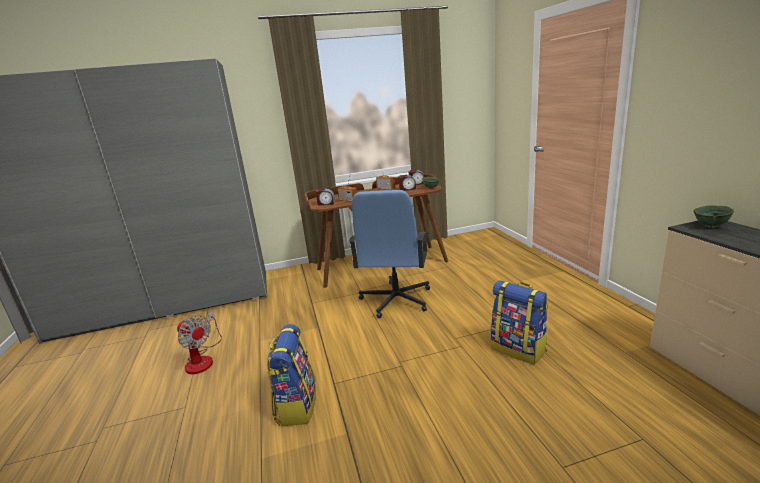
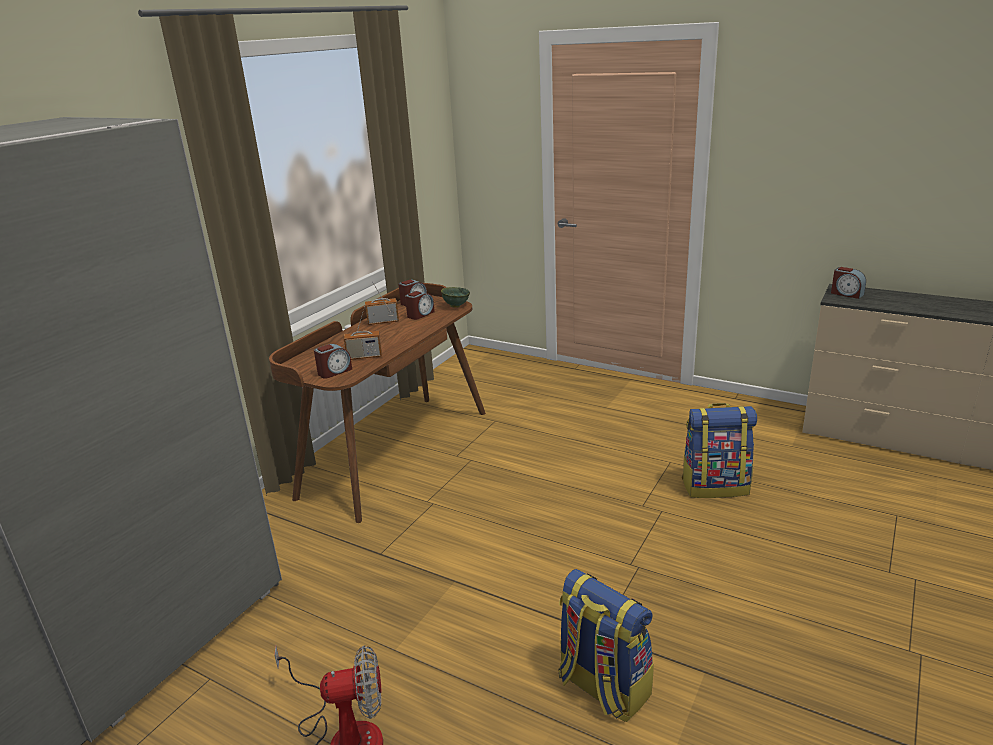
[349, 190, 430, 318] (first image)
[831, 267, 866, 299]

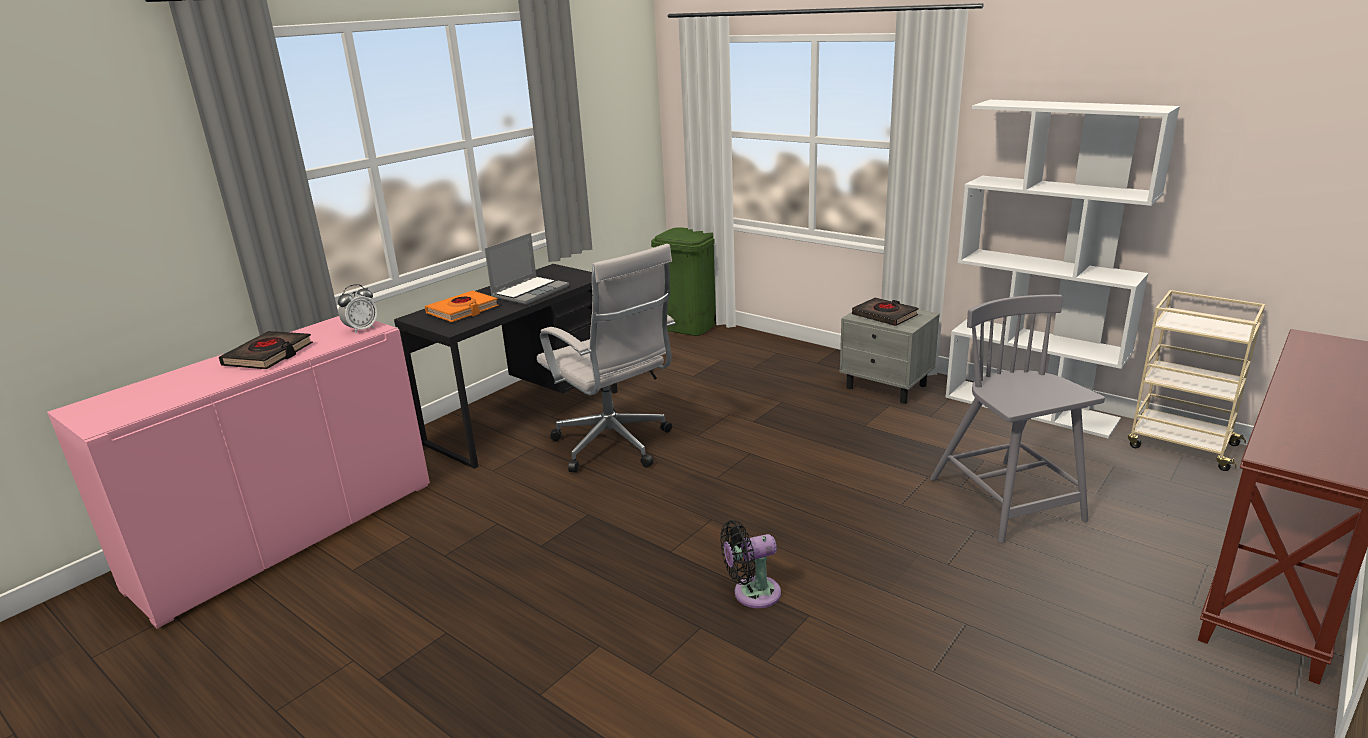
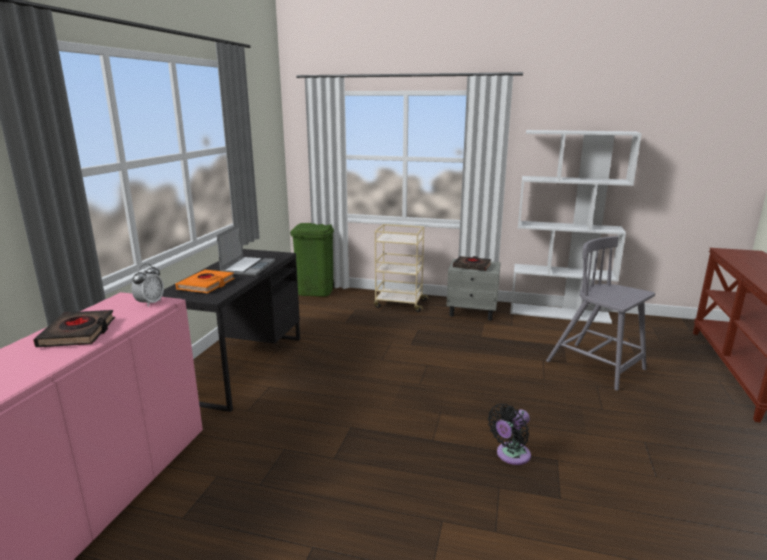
[537, 244, 676, 472] (first image)
[374, 224, 429, 312]

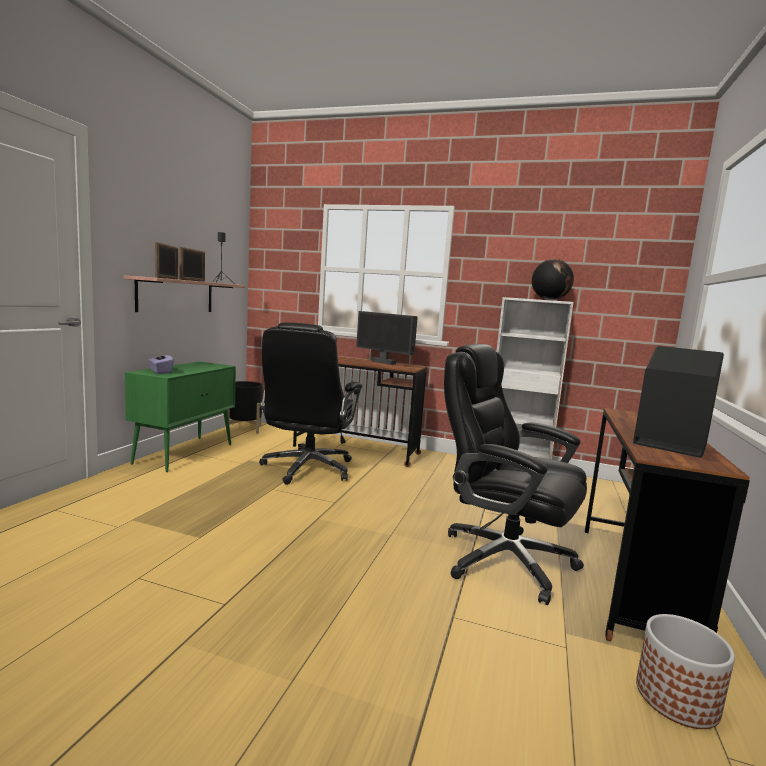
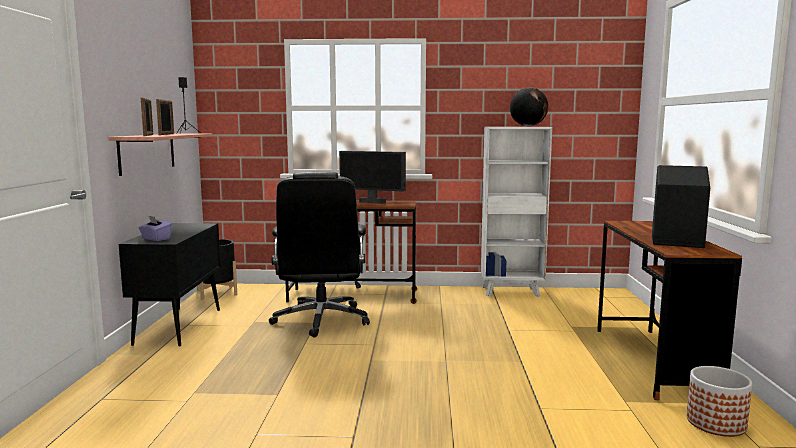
[444, 344, 587, 605] (first image)
[119, 223, 221, 347]

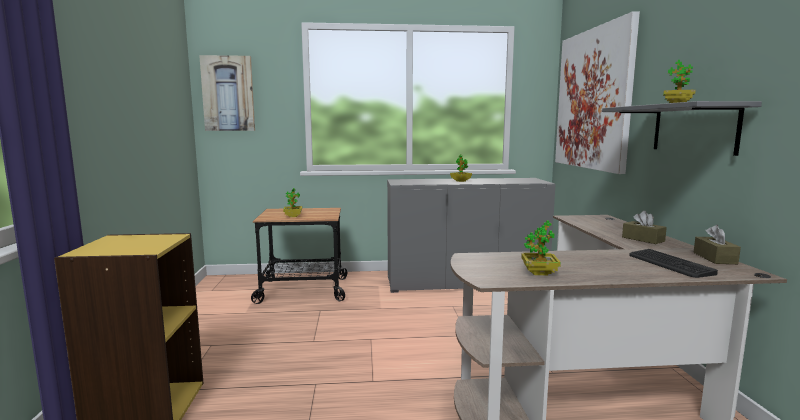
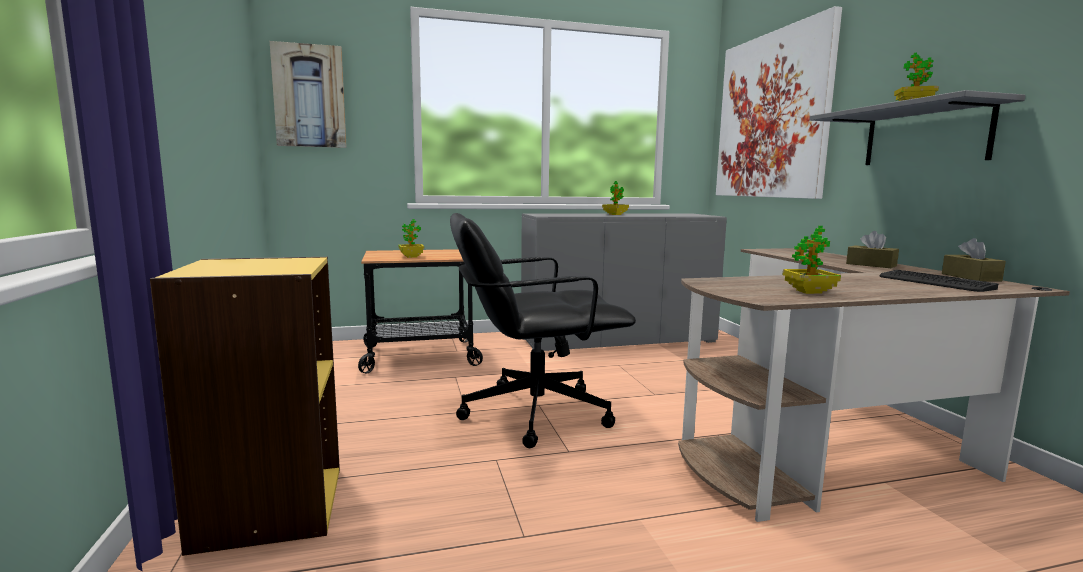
[450, 213, 636, 448]

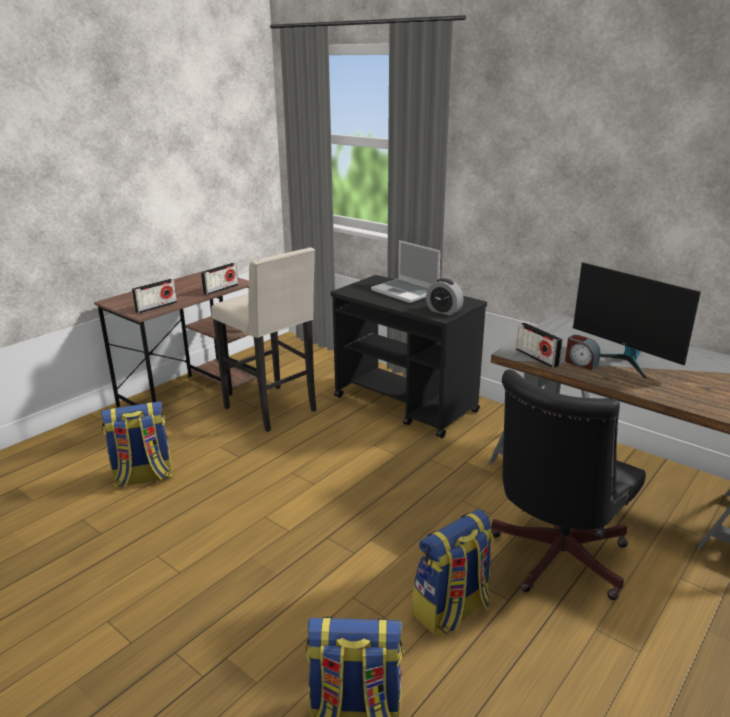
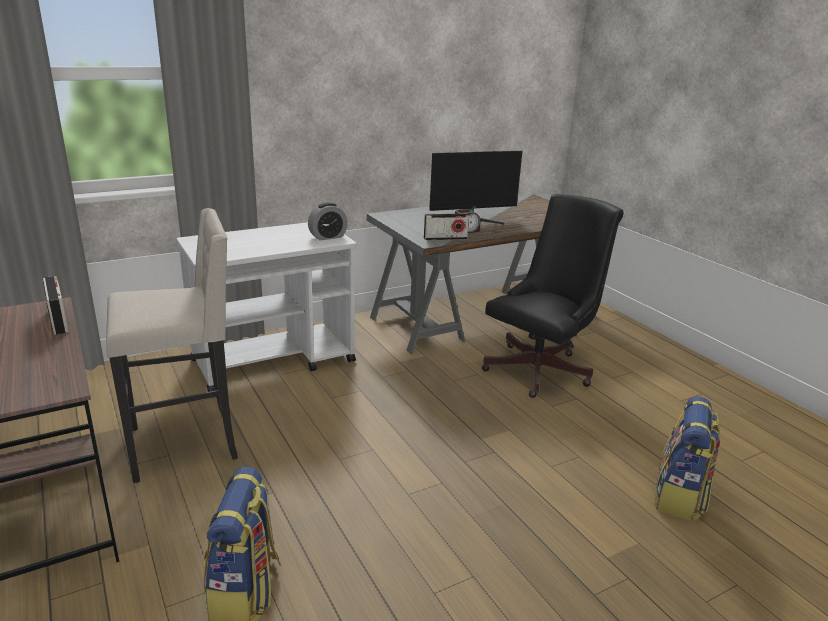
[371, 240, 440, 303] (first image)
[177, 222, 357, 392]
[132, 279, 177, 314] (first image)
[482, 194, 623, 398]
[413, 510, 494, 637] (first image)

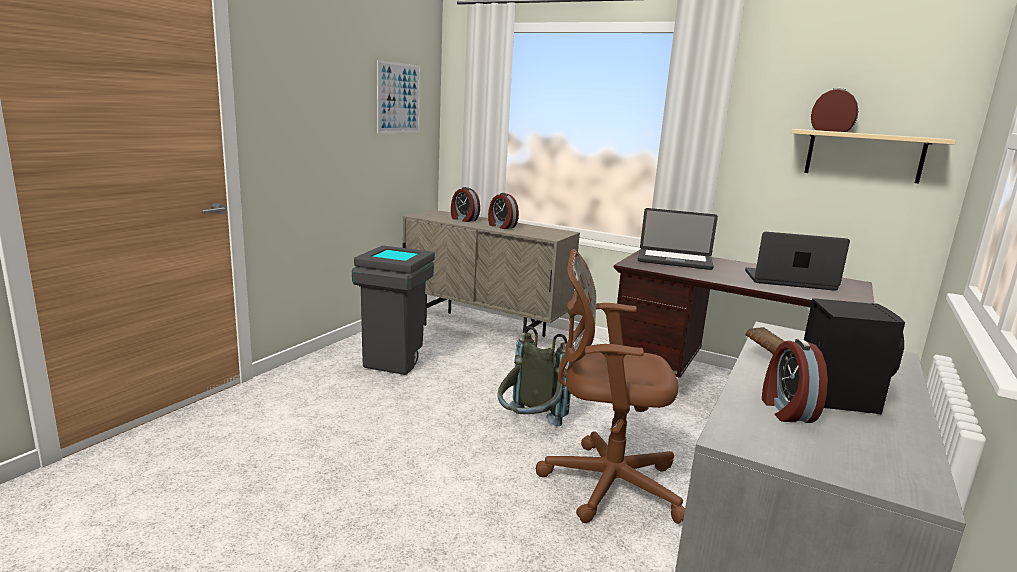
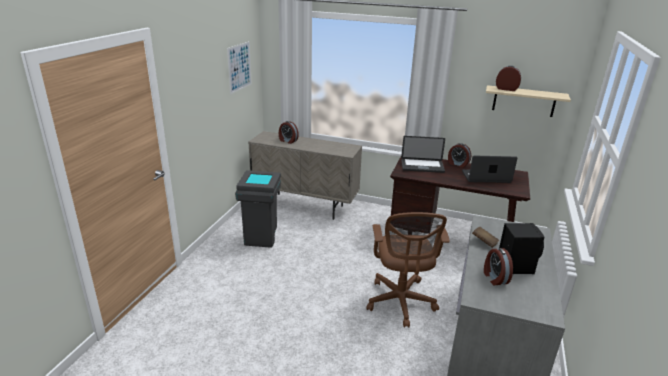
[448, 143, 471, 168]
[366, 212, 450, 328]
[497, 326, 571, 426] (first image)

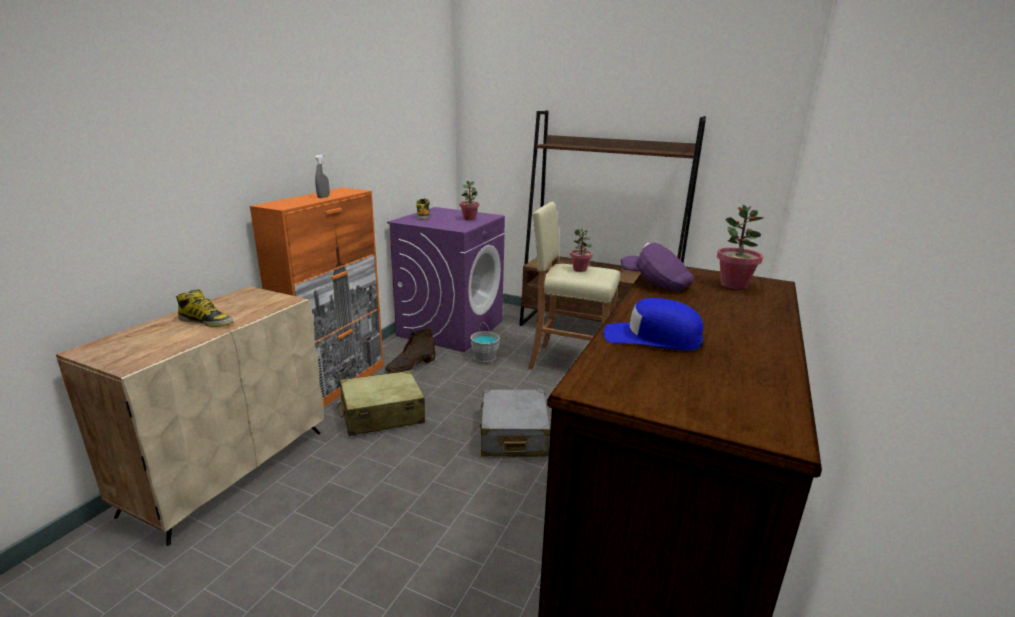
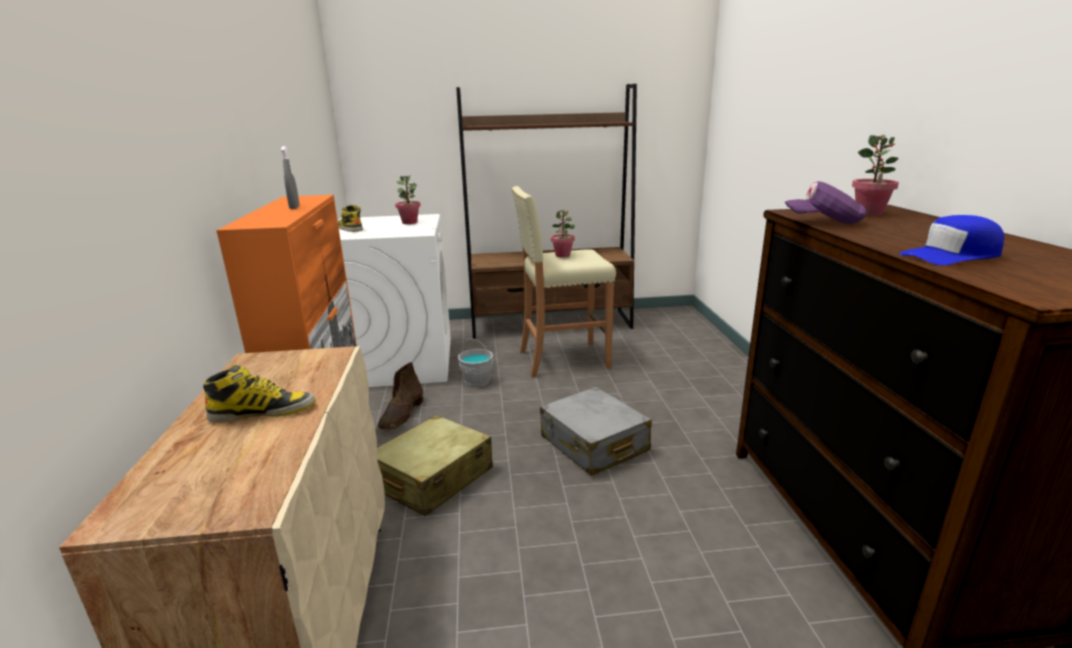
[338, 214, 451, 387]

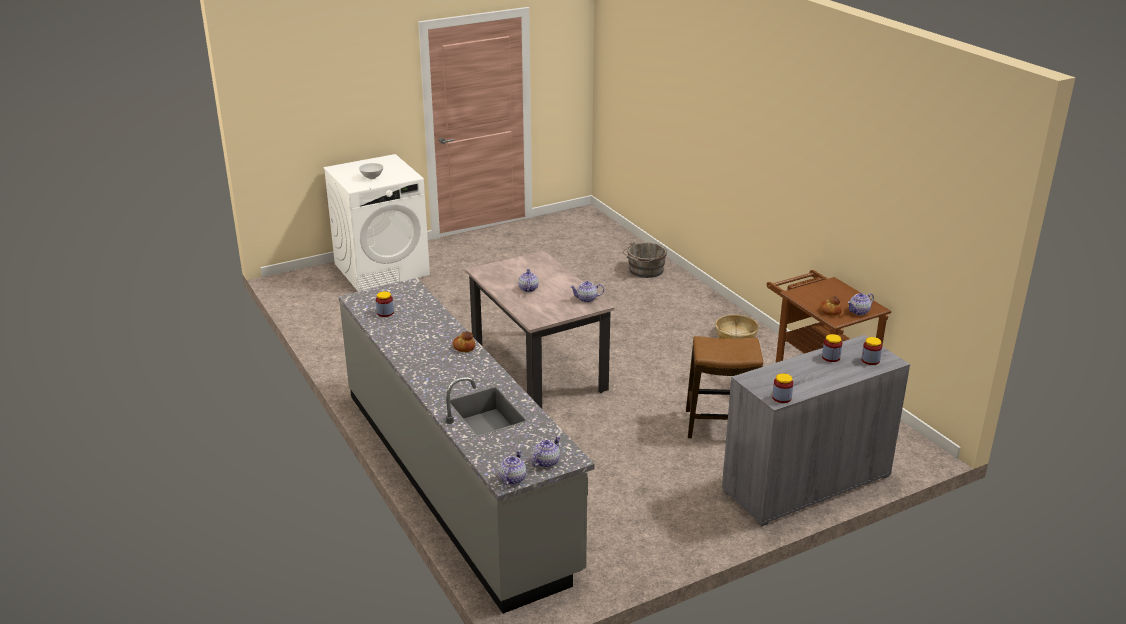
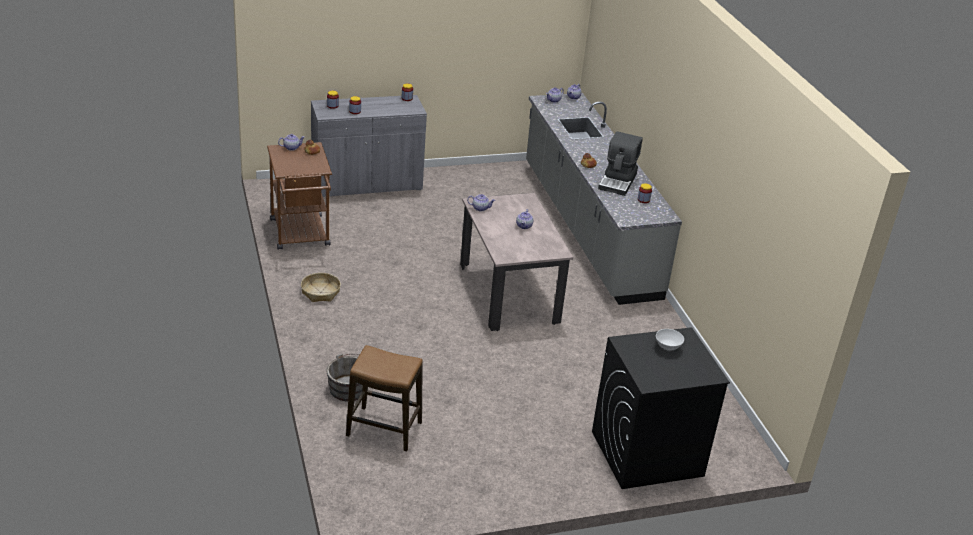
[592, 327, 730, 489]
[346, 345, 423, 452]
[598, 131, 643, 196]

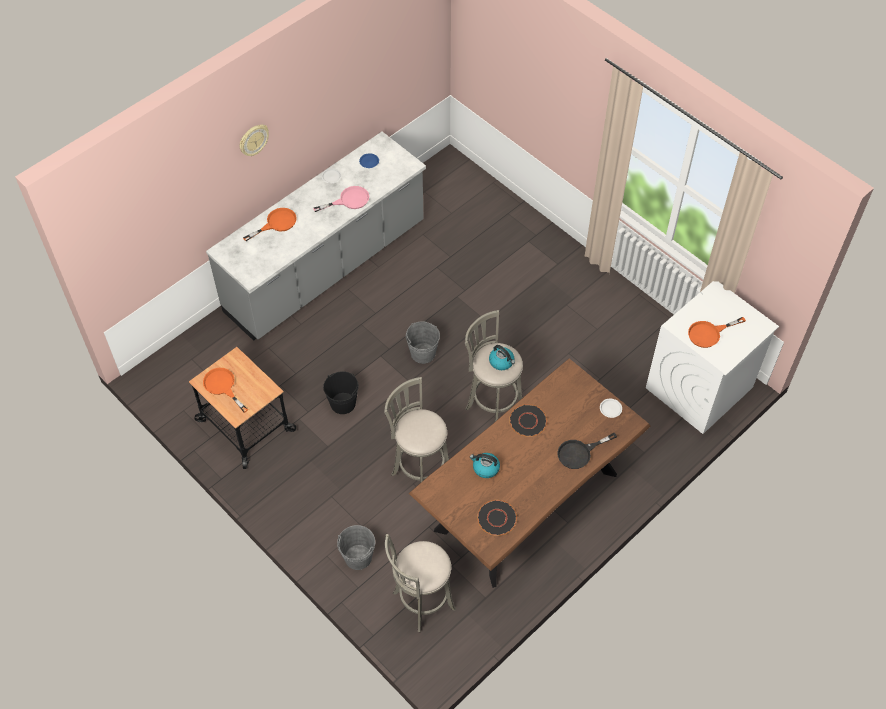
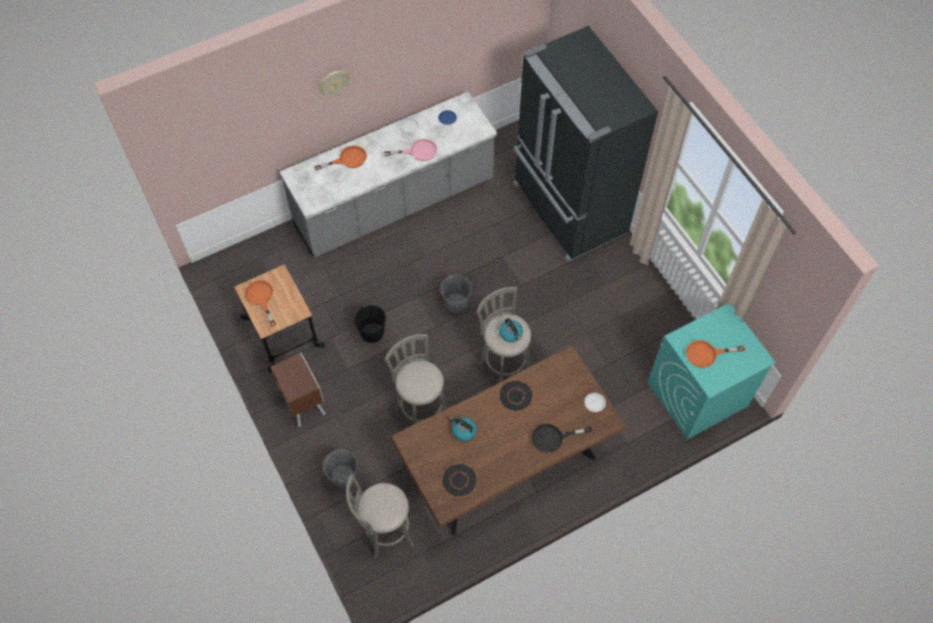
[648, 304, 776, 439]
[513, 26, 658, 262]
[270, 352, 326, 427]

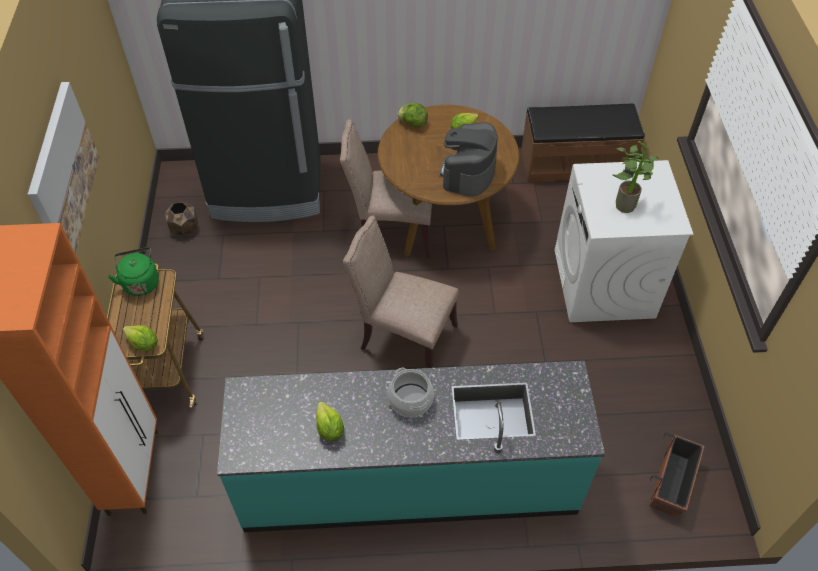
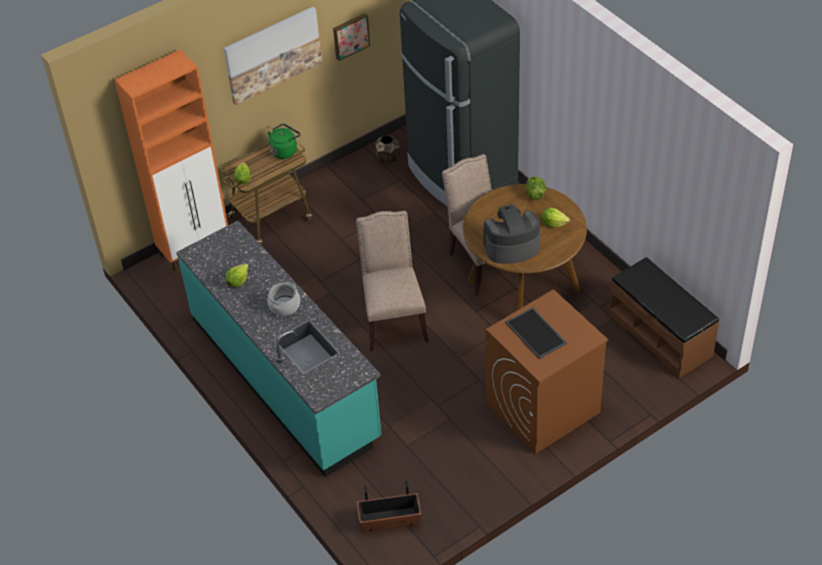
[506, 307, 567, 359]
[485, 289, 609, 454]
[333, 13, 370, 61]

